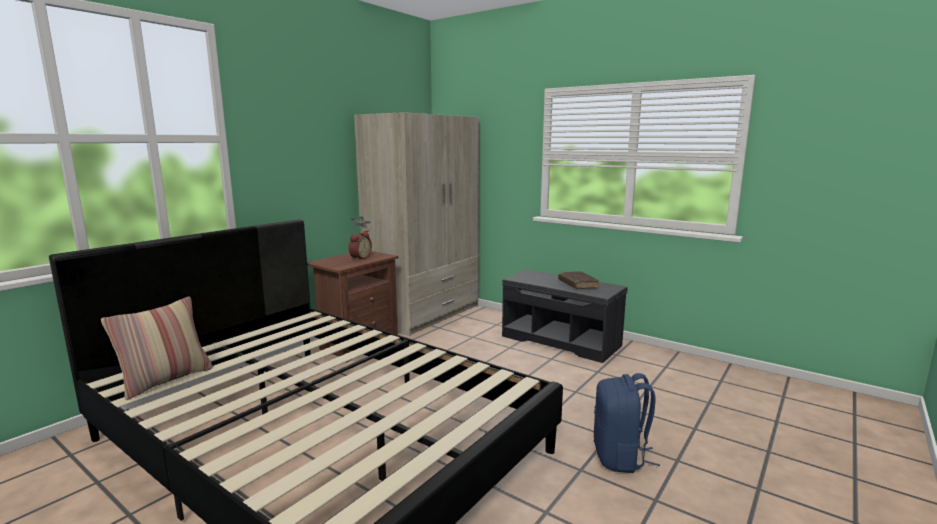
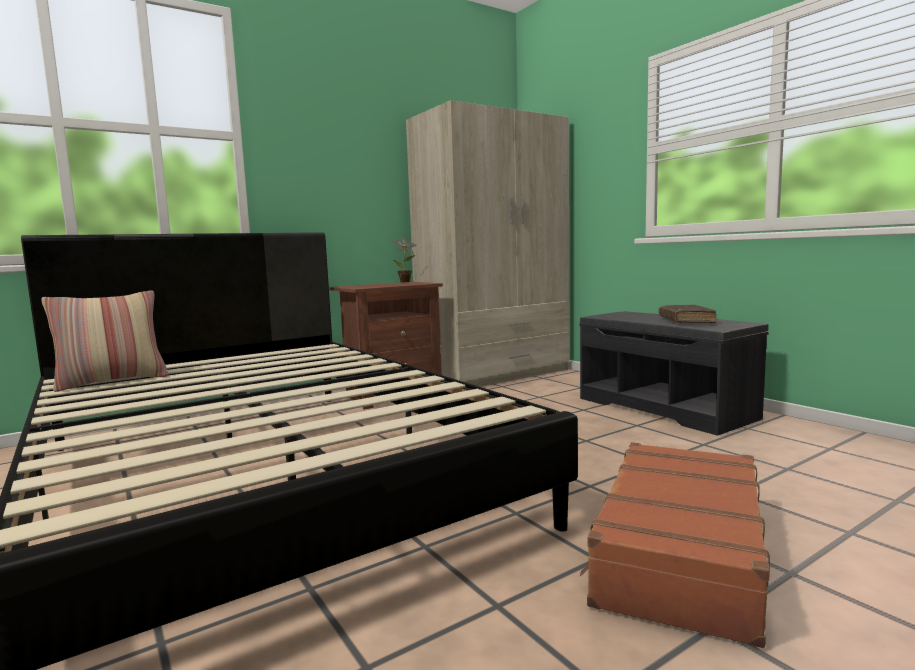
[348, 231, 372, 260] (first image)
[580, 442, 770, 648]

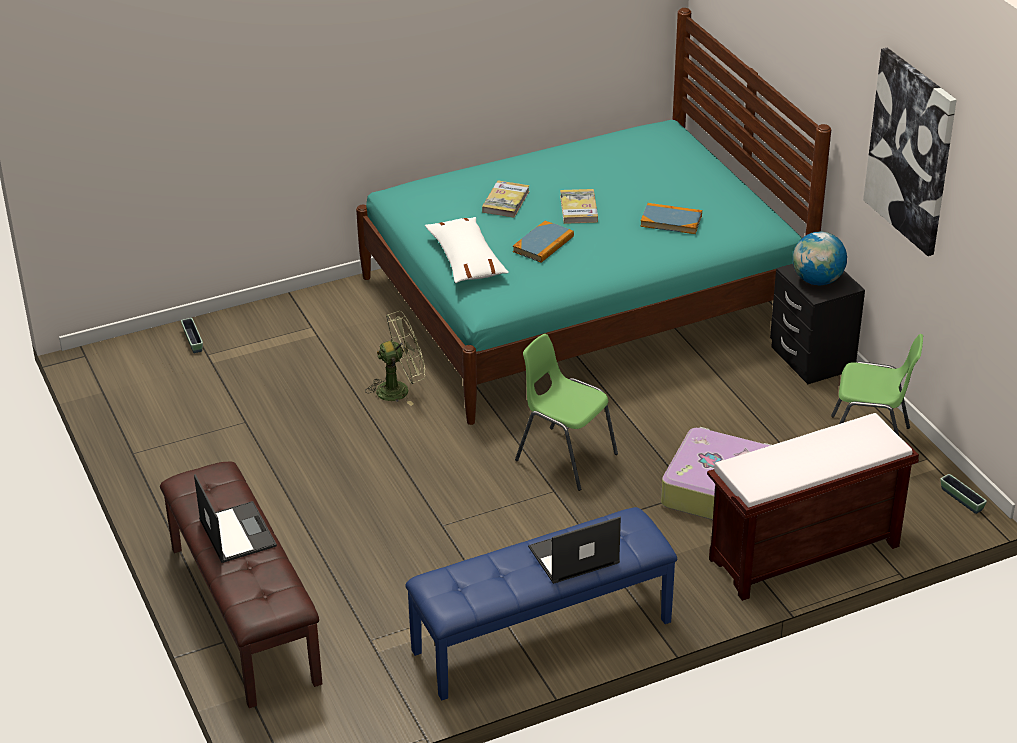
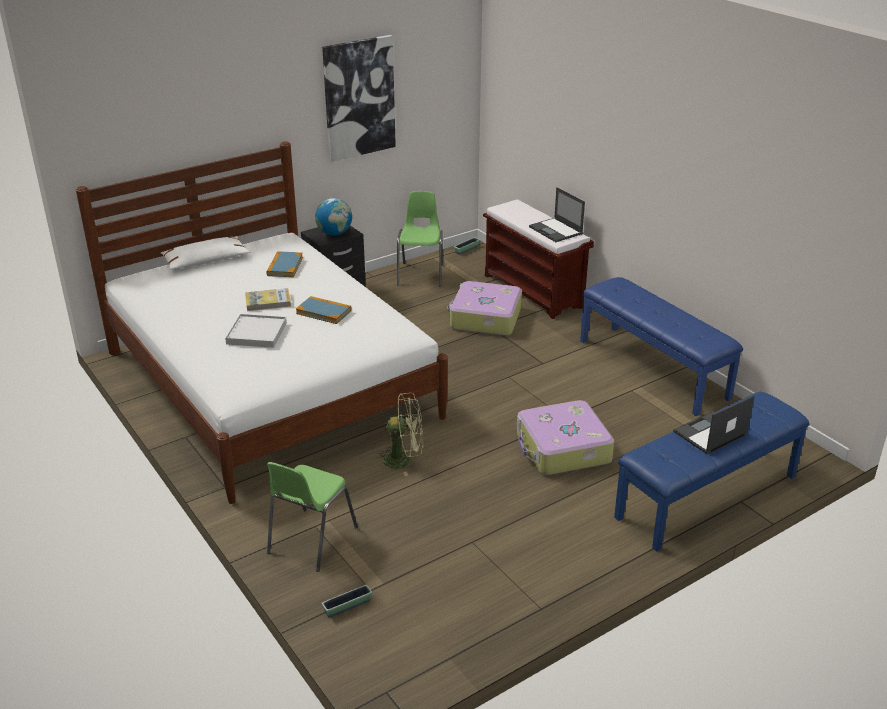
[76, 141, 448, 504]
[225, 314, 287, 348]
[161, 236, 250, 270]
[375, 393, 424, 476]
[267, 462, 358, 572]
[614, 392, 810, 552]
[529, 187, 585, 242]
[517, 400, 614, 475]

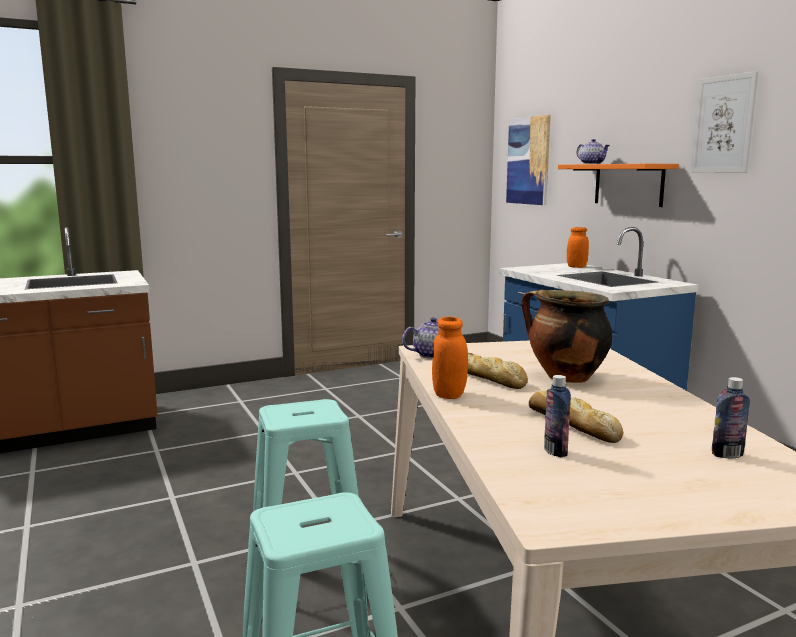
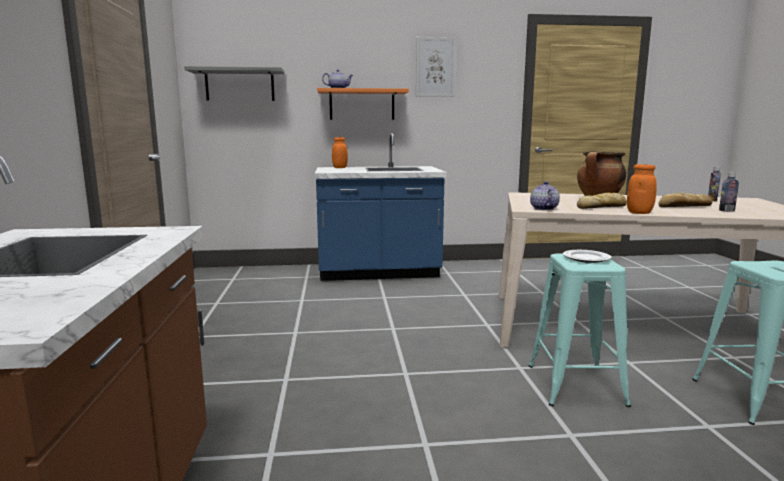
[184, 66, 285, 101]
[563, 250, 612, 263]

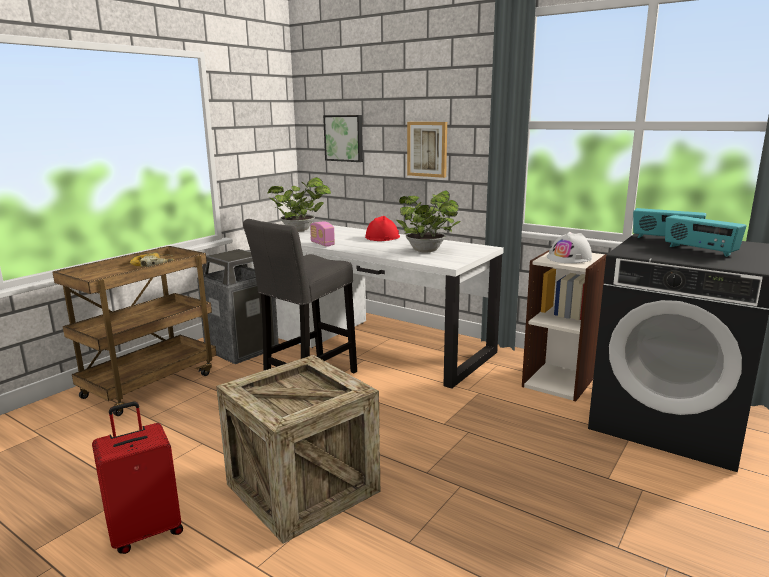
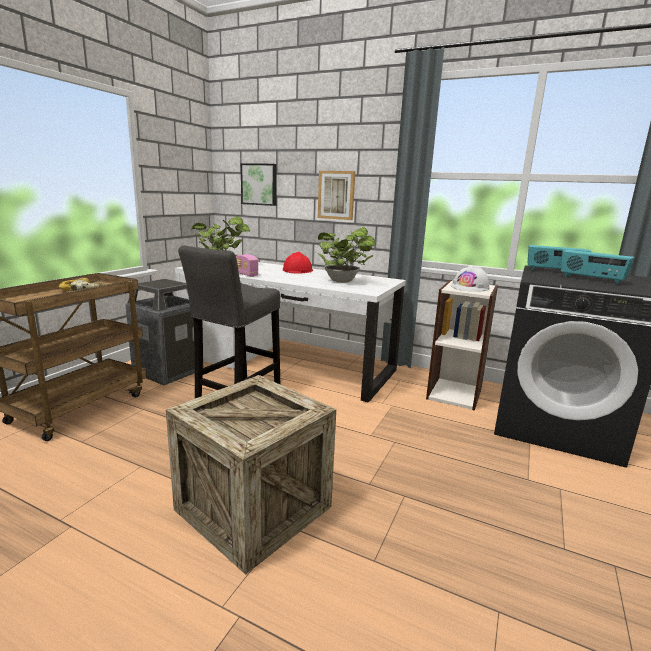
[92, 402, 183, 554] (first image)

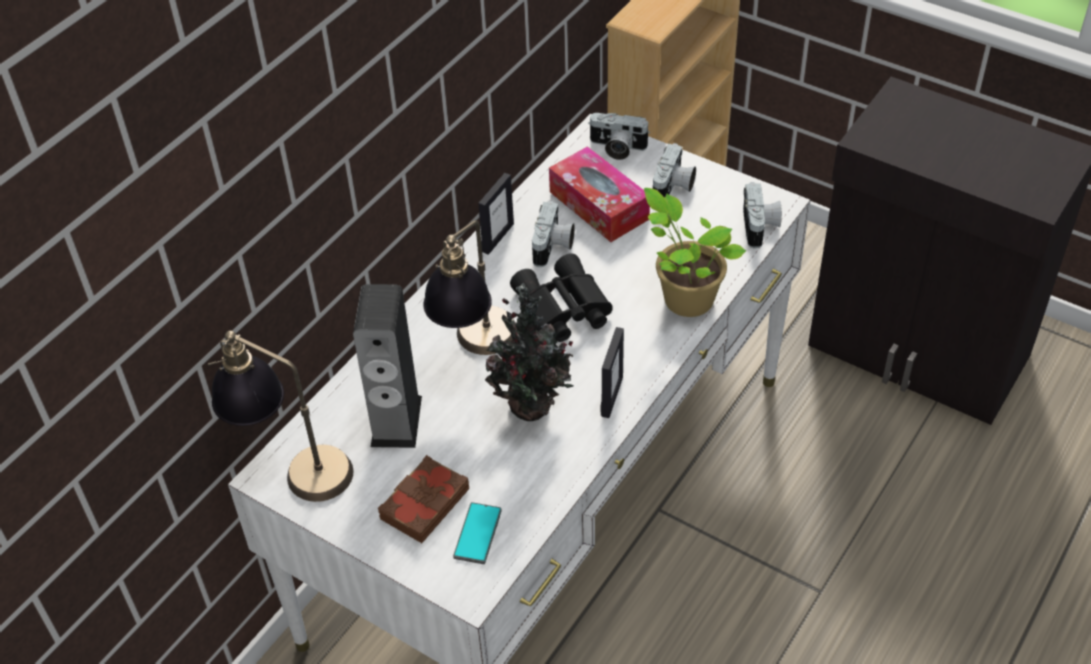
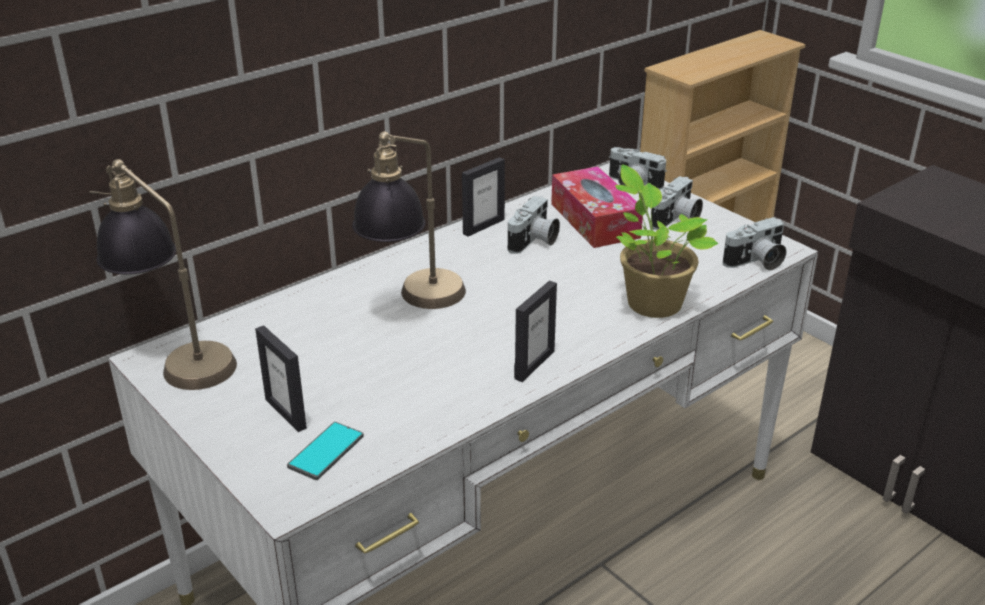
[723, 217, 786, 271]
[510, 254, 613, 342] (first image)
[485, 283, 574, 421] (first image)
[353, 284, 422, 448] (first image)
[255, 325, 307, 432]

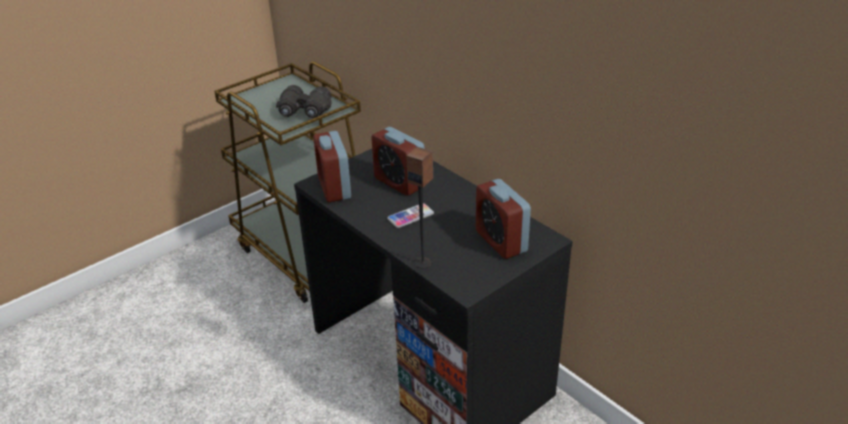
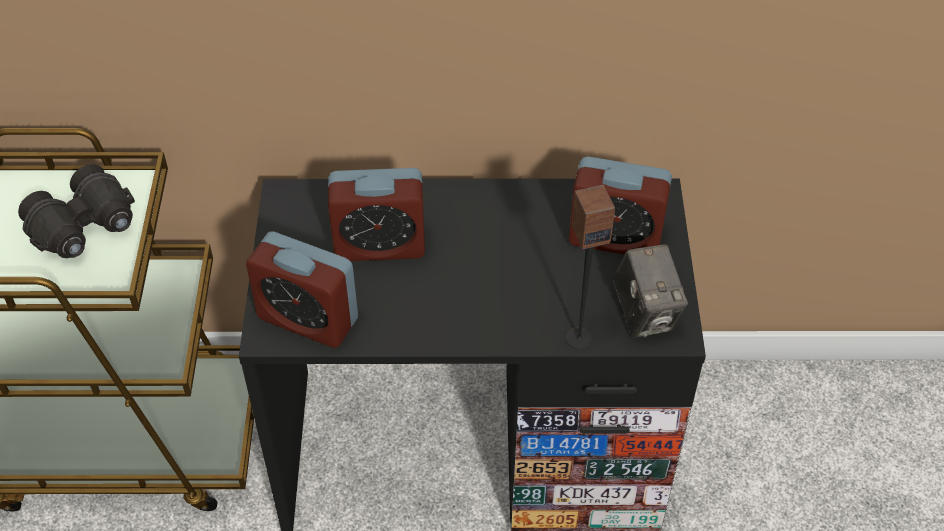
[387, 203, 434, 228] (first image)
[612, 244, 688, 338]

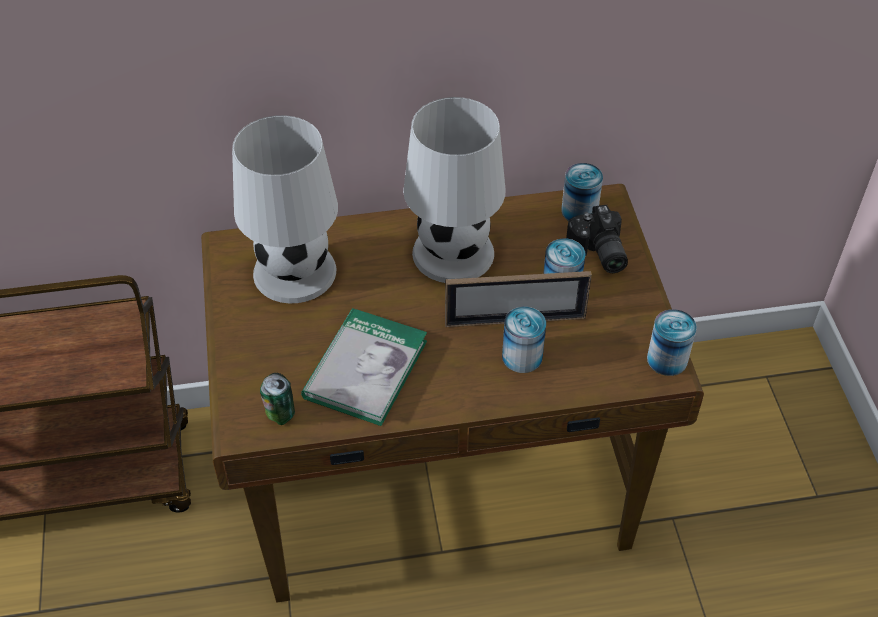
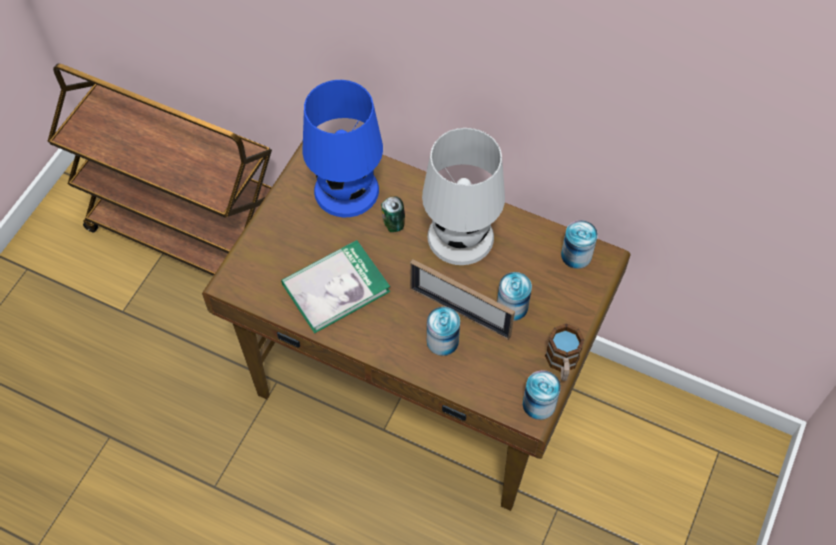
[302, 80, 383, 217]
[566, 205, 628, 273] (first image)
[381, 196, 405, 232]
[545, 324, 585, 381]

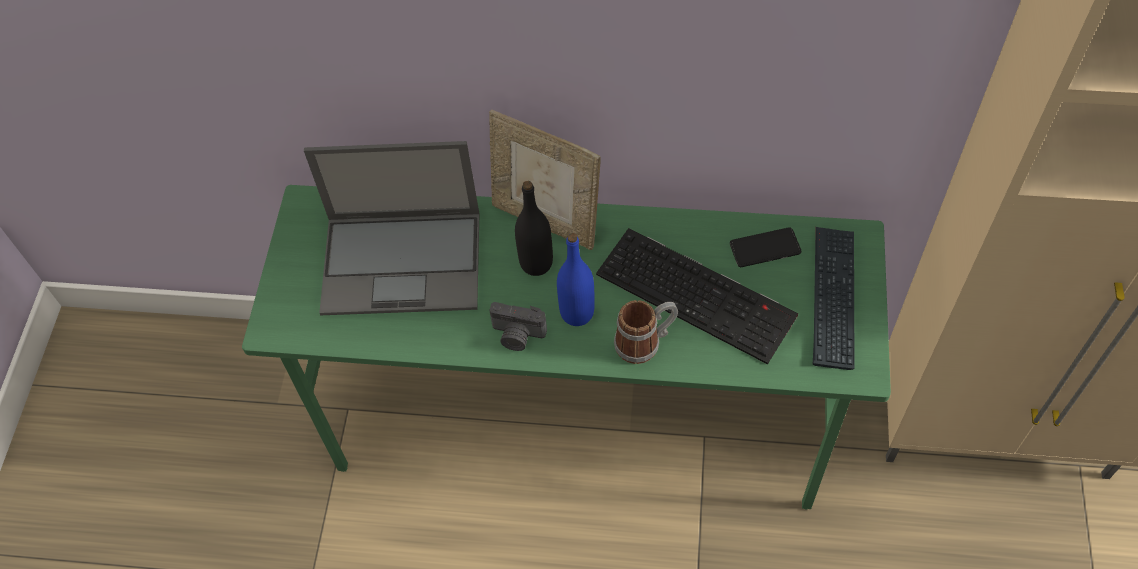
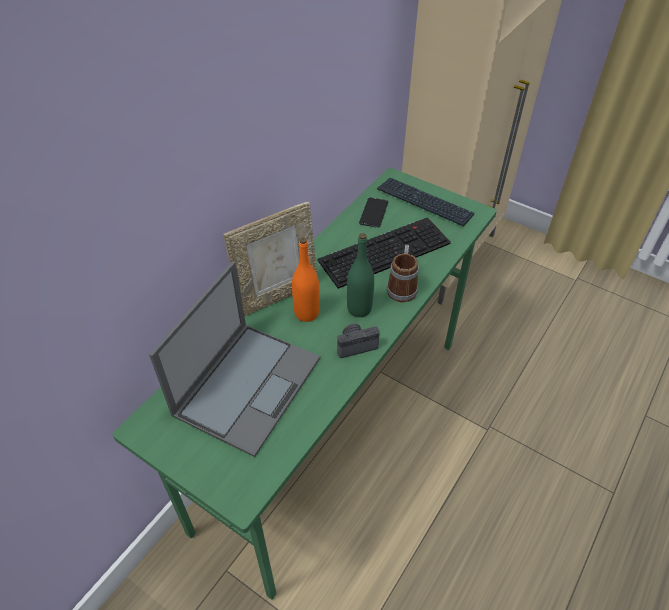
[292, 238, 320, 322]
[347, 233, 374, 317]
[337, 324, 380, 358]

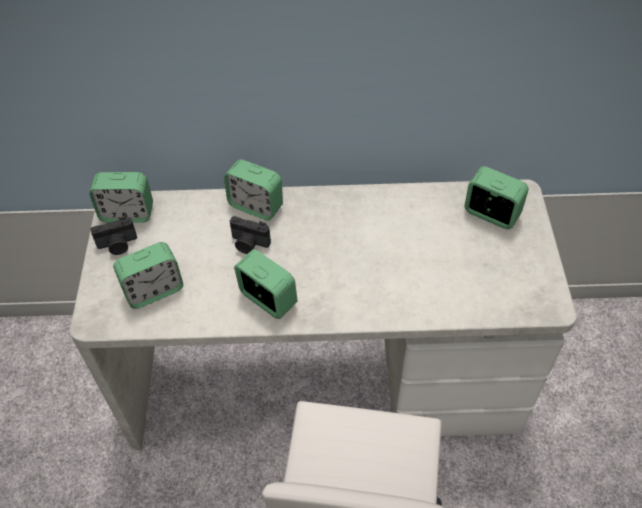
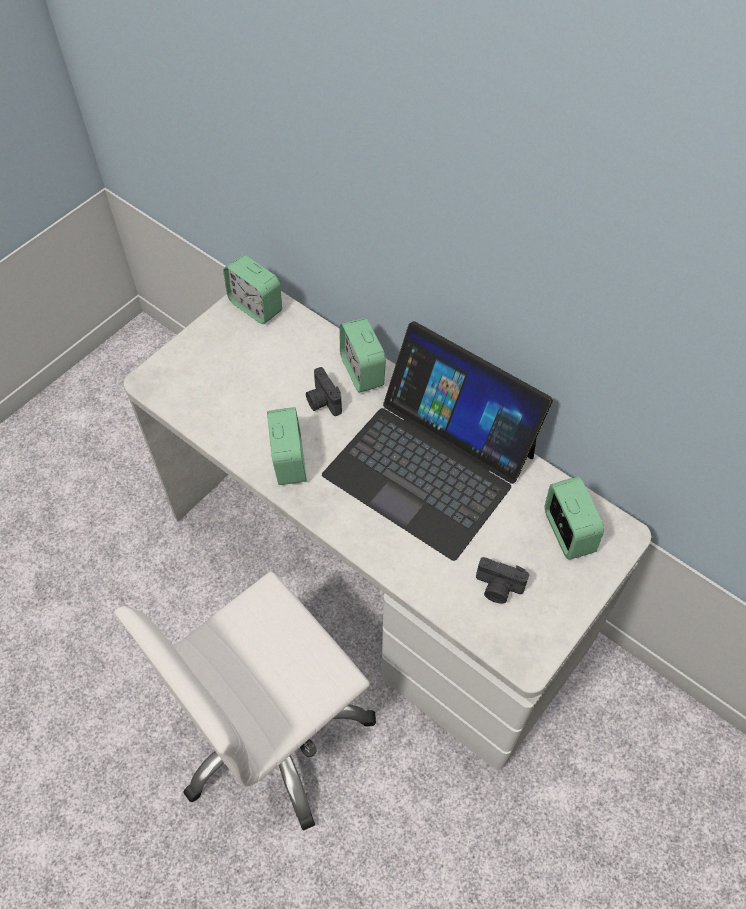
[476, 557, 529, 604]
[113, 242, 183, 309] (first image)
[322, 321, 553, 561]

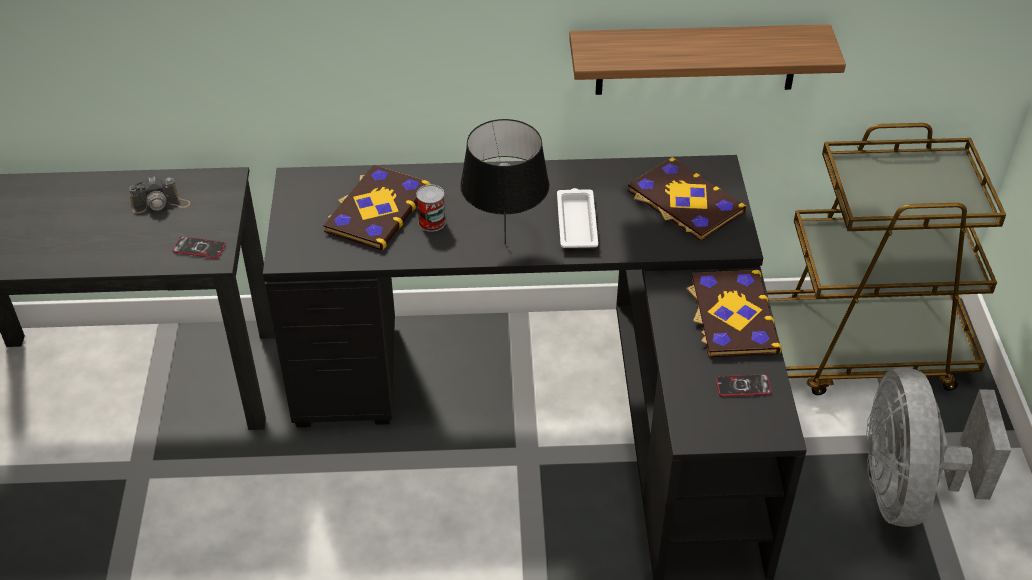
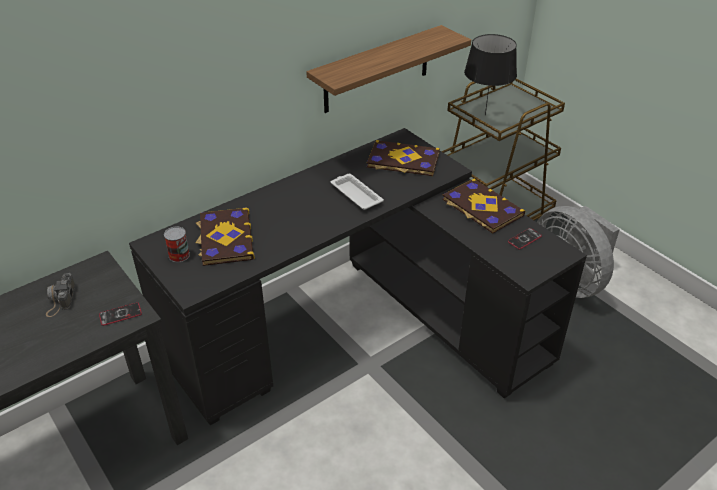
[464, 34, 517, 115]
[46, 273, 75, 317]
[164, 226, 190, 262]

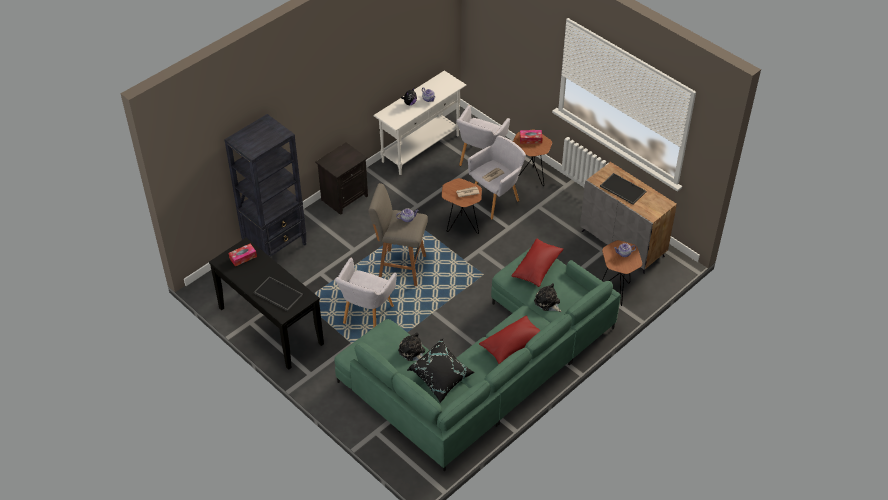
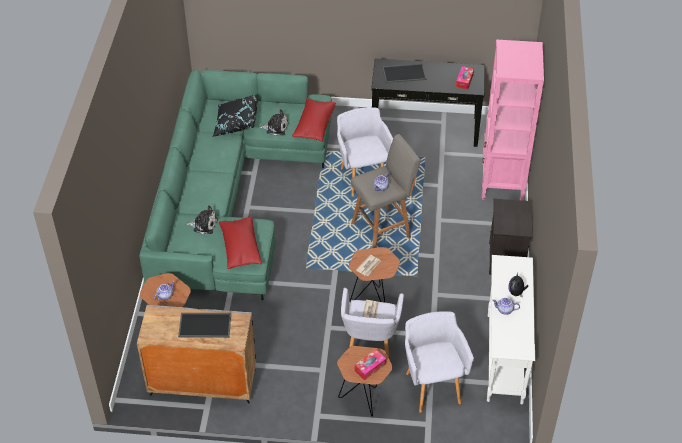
[482, 39, 544, 201]
[292, 98, 336, 142]

